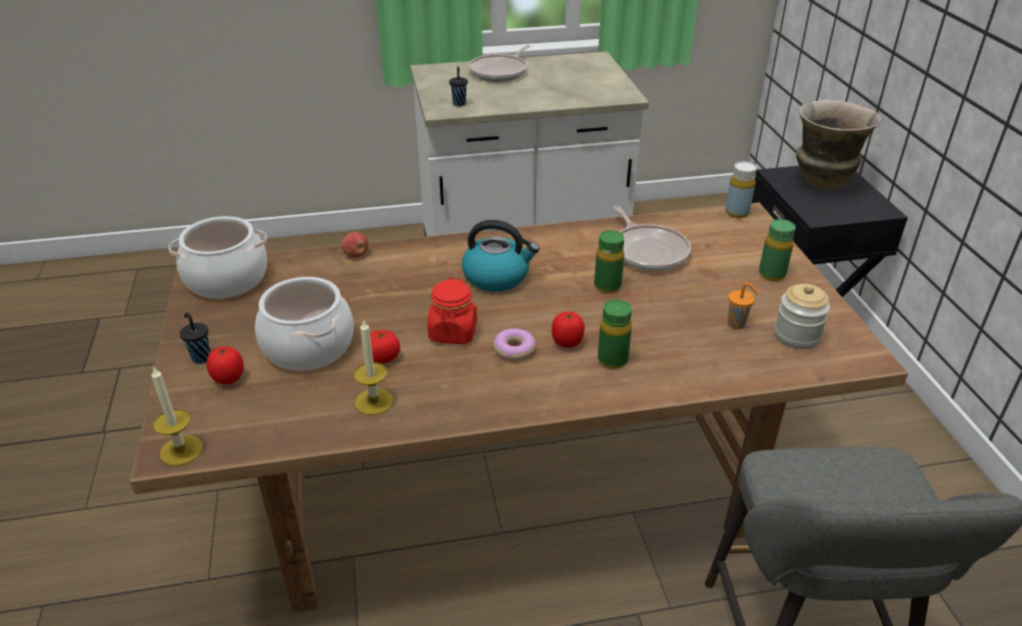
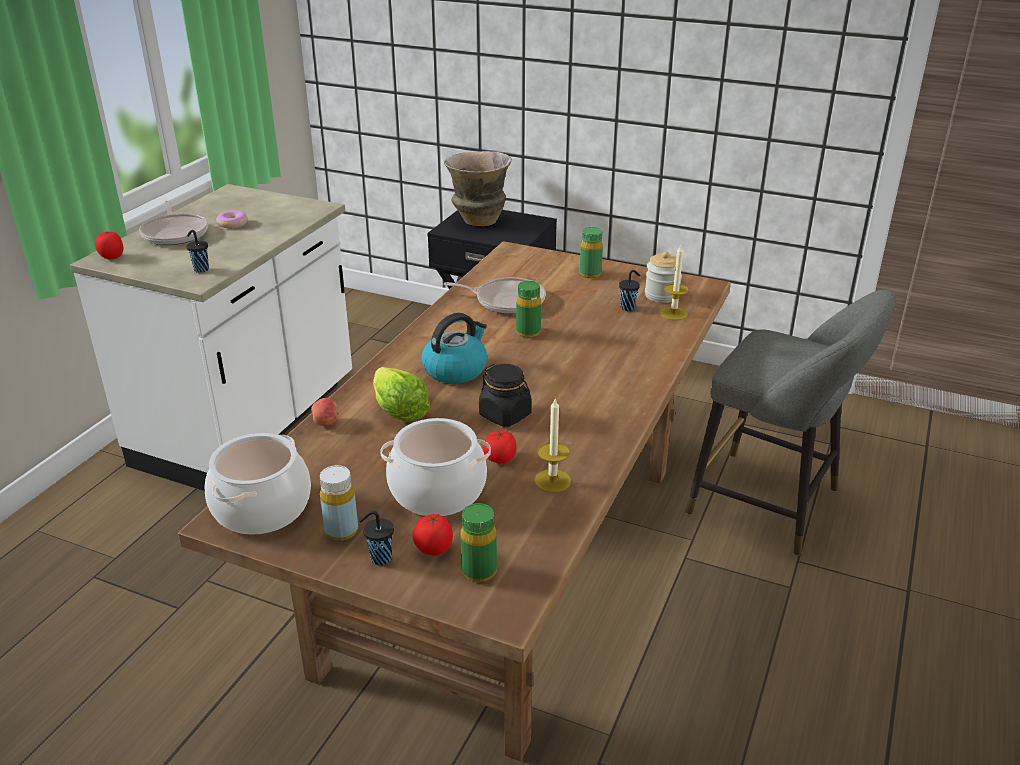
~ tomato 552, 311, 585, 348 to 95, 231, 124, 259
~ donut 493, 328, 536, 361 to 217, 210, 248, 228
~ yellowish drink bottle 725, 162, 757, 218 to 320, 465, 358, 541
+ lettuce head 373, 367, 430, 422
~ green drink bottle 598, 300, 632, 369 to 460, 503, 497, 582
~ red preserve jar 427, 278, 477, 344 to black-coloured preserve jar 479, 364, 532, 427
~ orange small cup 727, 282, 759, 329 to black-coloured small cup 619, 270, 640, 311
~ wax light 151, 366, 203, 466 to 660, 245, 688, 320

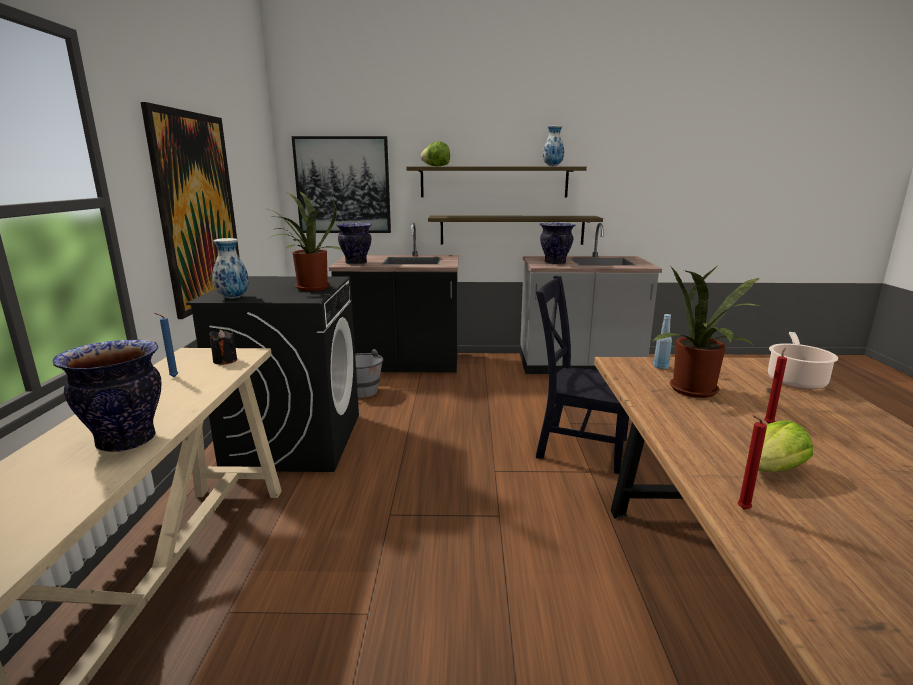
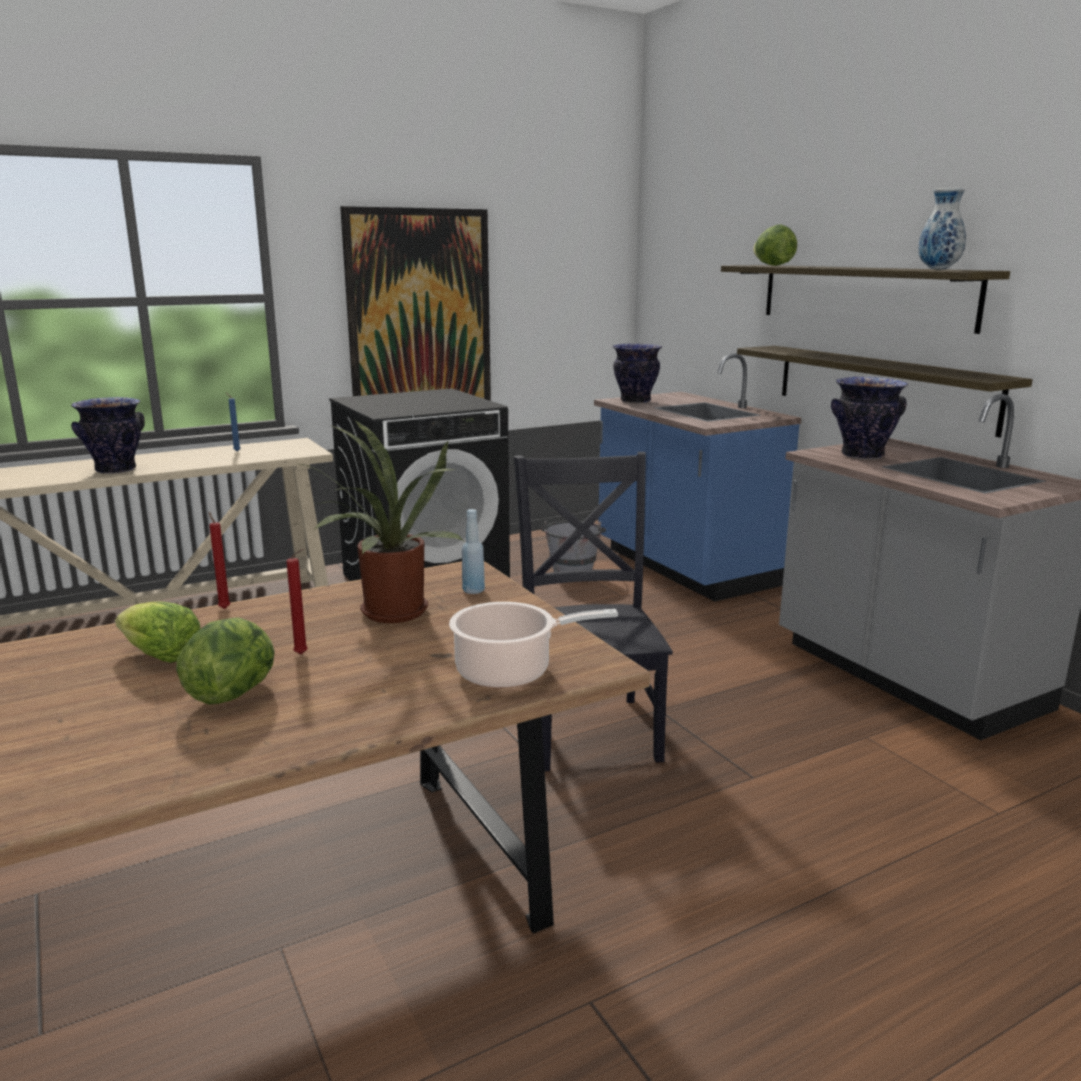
+ lettuce head 176, 617, 275, 705
~ red wax light 738, 415, 767, 510 to 209, 512, 231, 609
~ black-coloured counter 329, 222, 459, 373 to blue counter 594, 353, 802, 602
- black-coloured wax light 209, 330, 237, 365
- decorative vase 212, 238, 249, 299
- plant in a pot 270, 191, 342, 291
- wall art 292, 136, 391, 233

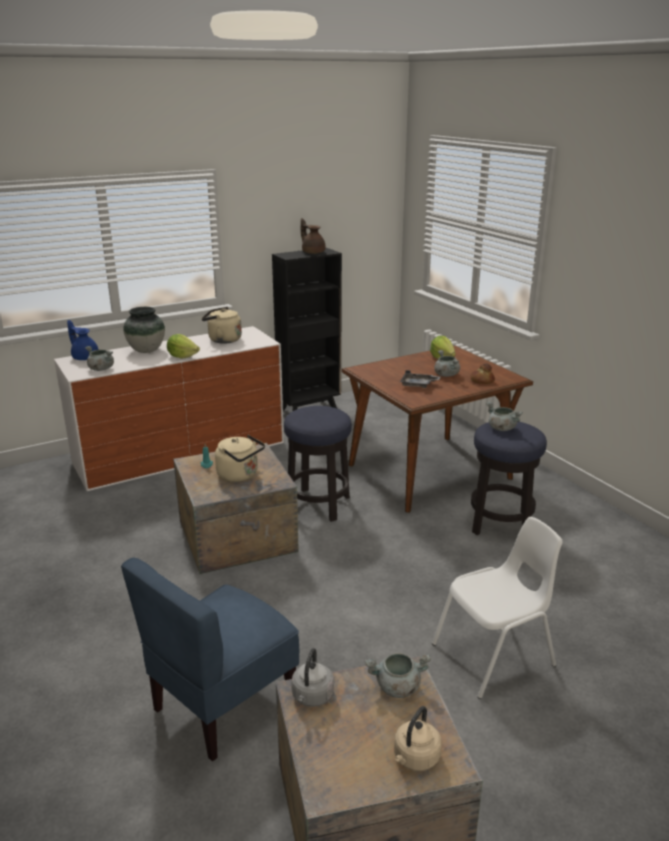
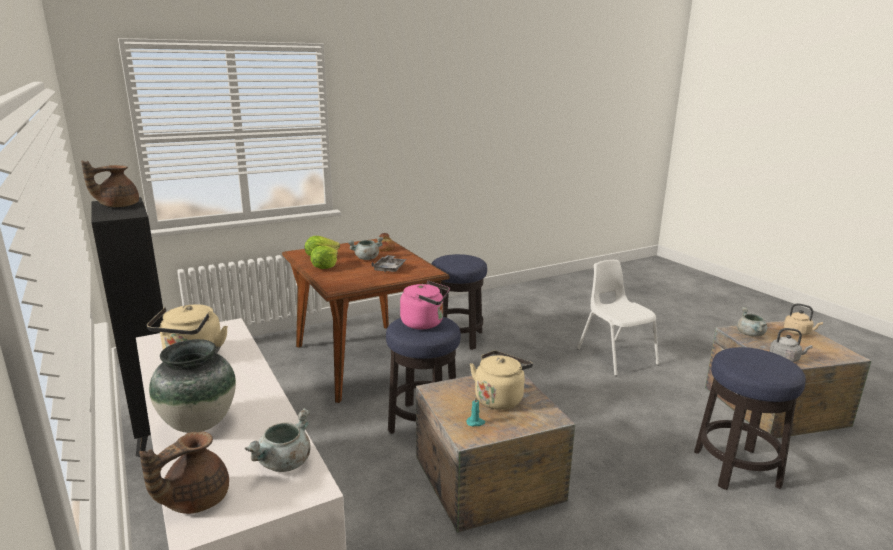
~ blue tea pot 67, 320, 99, 360 to brown tea pot 139, 431, 229, 514
~ lettuce head 167, 334, 200, 358 to 311, 245, 338, 269
+ pink water kettle 400, 281, 450, 330
~ blue plain chair 121, 558, 299, 762 to sitting stool 694, 347, 806, 490
- grey stockpot 486, 402, 523, 431

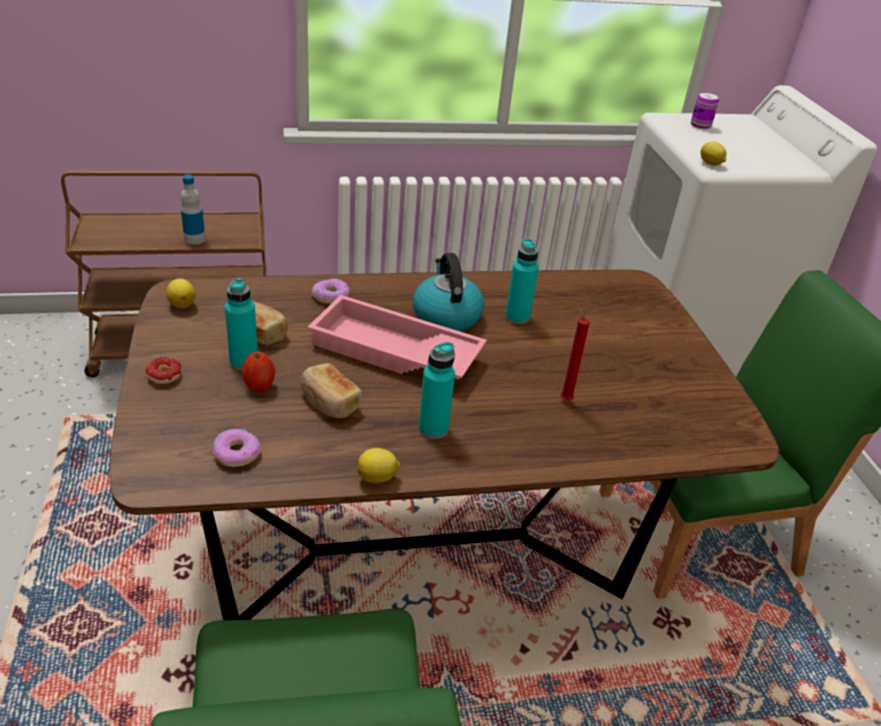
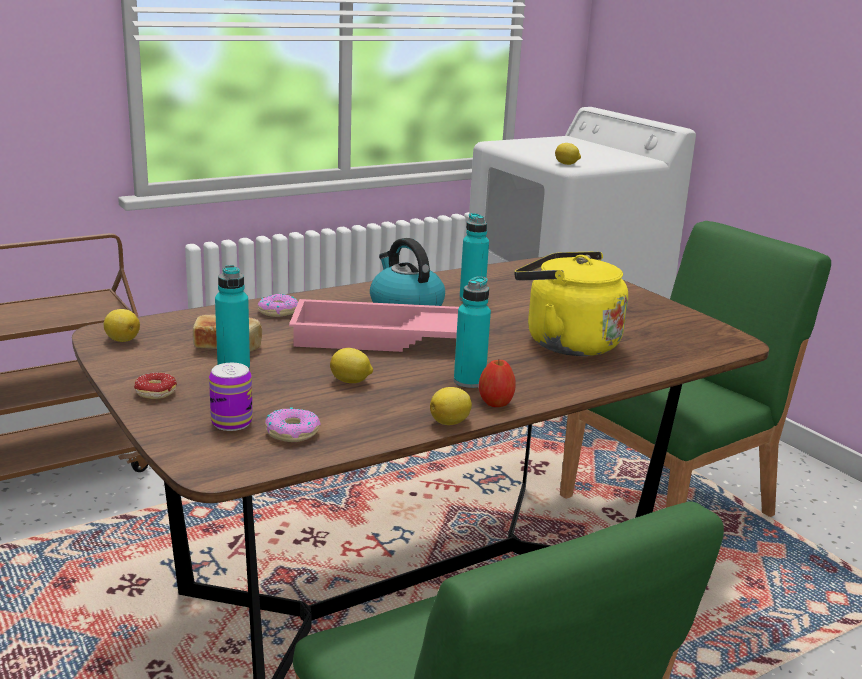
~ sealed can 691, 93, 719, 129 to 209, 363, 253, 431
~ bakery bread 300, 363, 362, 419 to citrus fruit 330, 348, 373, 383
~ apple fruit 242, 352, 275, 392 to 479, 360, 516, 407
~ red wax light 561, 306, 590, 400 to yellowish water kettle 514, 252, 628, 356
- drink bottle 180, 174, 205, 245

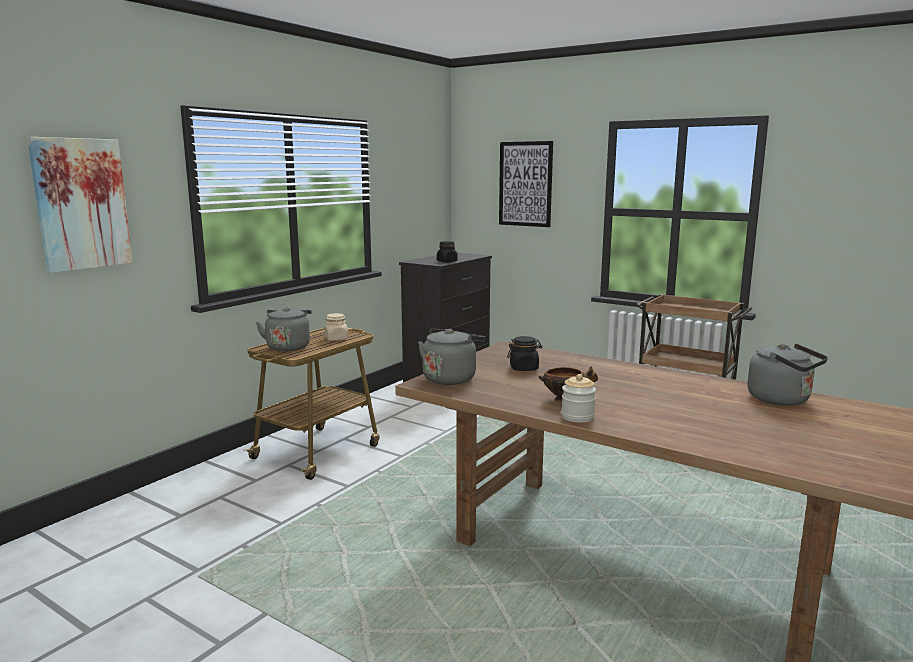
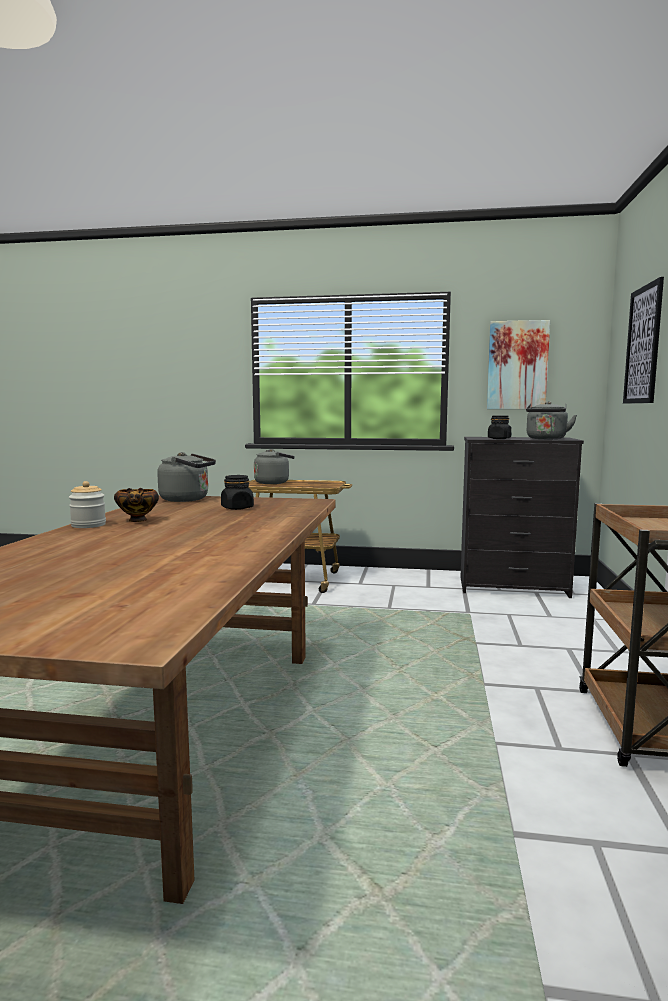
~ wall art 27, 137, 133, 273 to 487, 320, 550, 409
~ grey water kettle 747, 344, 828, 406 to 526, 401, 577, 439
- beige-coloured preserve jar 324, 313, 349, 341

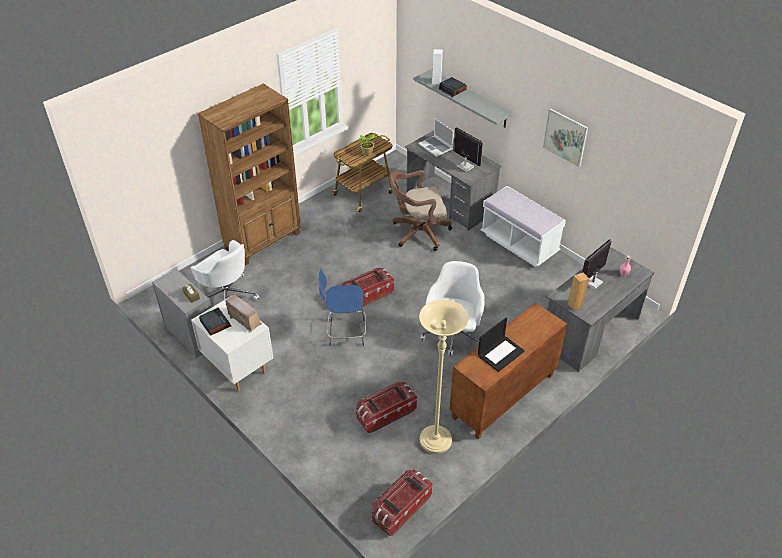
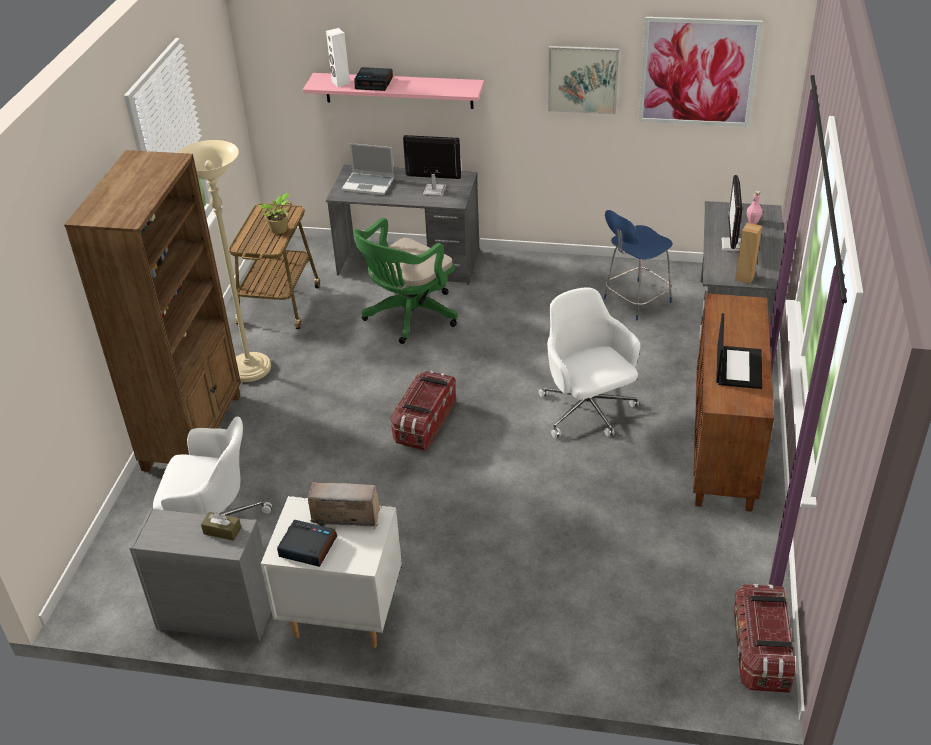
~ beige-coloured standing lamp 419, 300, 469, 454 to 177, 140, 271, 382
~ grey wall shelf 413, 69, 513, 127 to pink wall shelf 303, 73, 484, 109
~ brown desk chair 389, 170, 452, 251 to green desk chair 353, 218, 458, 344
~ blue plain chair 319, 269, 366, 346 to 604, 210, 673, 321
+ wall art 639, 17, 763, 127
- storage box 356, 381, 417, 433
- white bench 481, 186, 566, 267

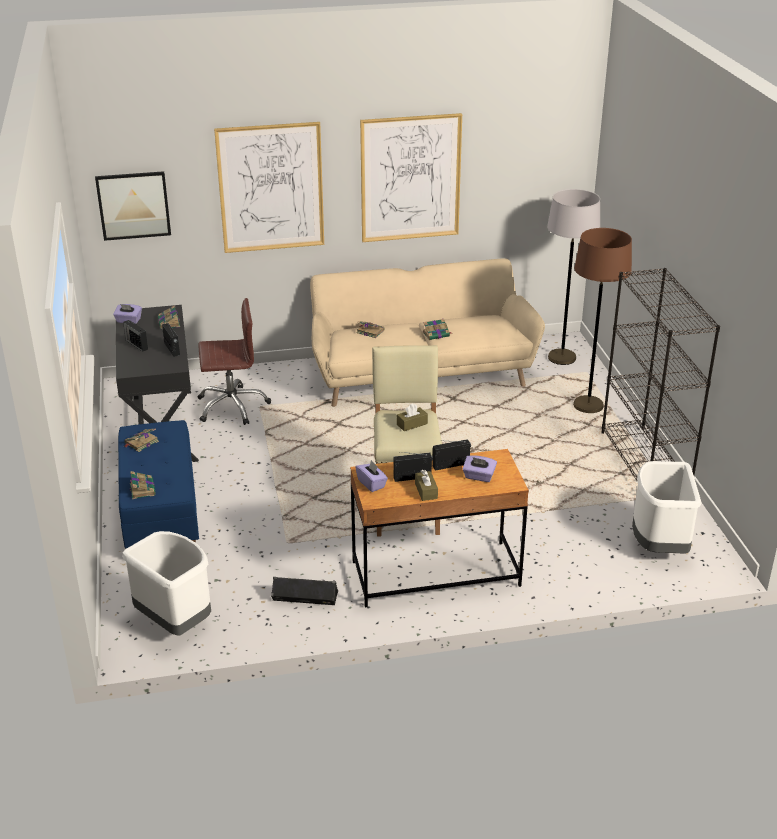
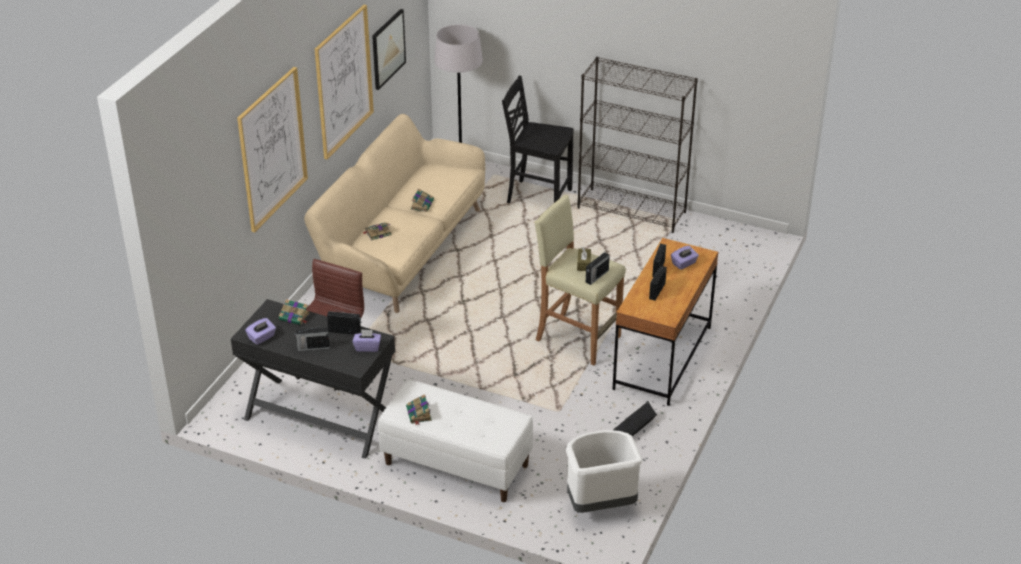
~ purple tissue box 355, 460, 388, 492 to 353, 329, 381, 352
~ wall art 95, 171, 171, 241 to 372, 9, 406, 90
~ blue bench 118, 420, 199, 548 to white bench 378, 380, 533, 502
~ brown standing lamp 573, 228, 632, 413 to black-coloured plain chair 502, 76, 574, 203
+ radio 586, 252, 610, 285
- book 130, 471, 156, 499
- brown tissue box 415, 470, 438, 501
- white rubbish bin 632, 461, 701, 554

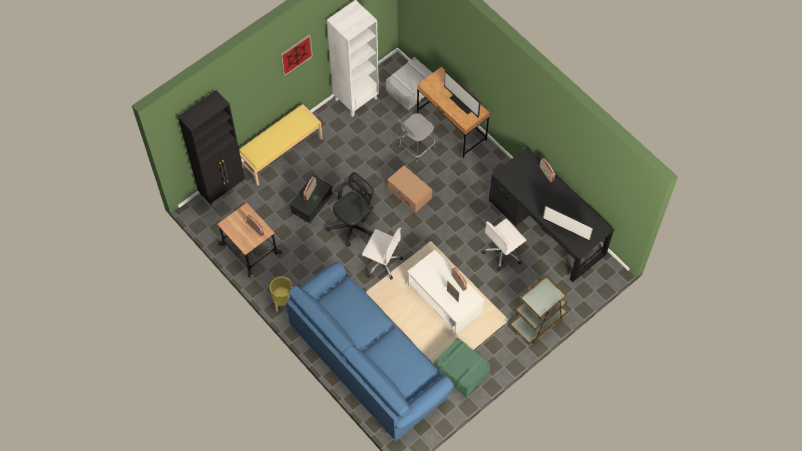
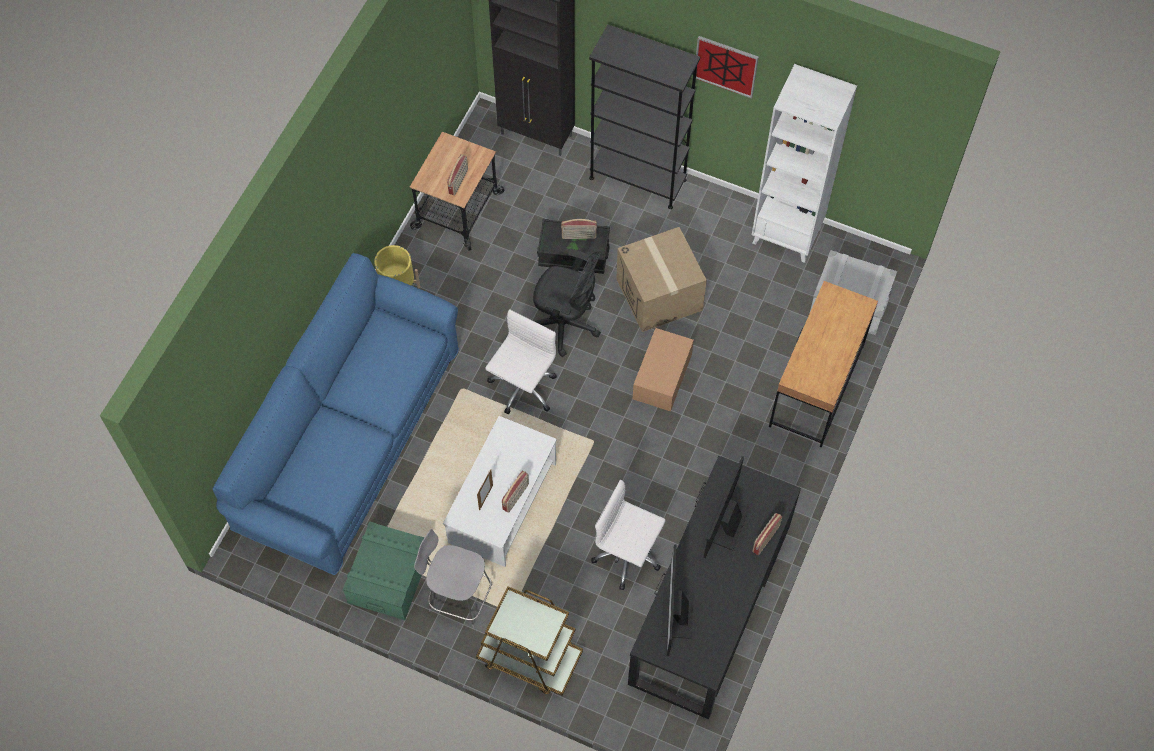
~ grey sitting stool 397, 113, 435, 162 to 414, 529, 492, 628
~ white desk chair 362, 228, 403, 280 = 485, 309, 557, 414 150 degrees counterclockwise
~ yellowish bench 239, 105, 323, 186 to black-coloured bookshelf 589, 24, 700, 209
+ cardboard box 616, 227, 707, 332
~ monitor 444, 71, 481, 117 to 703, 456, 751, 558

